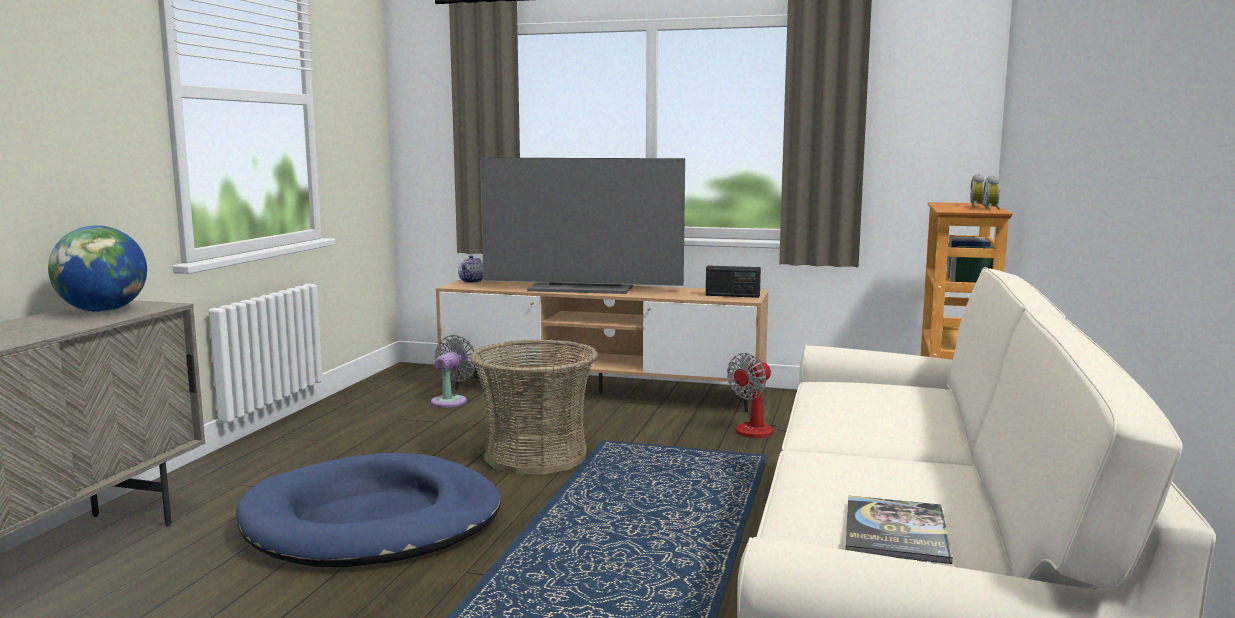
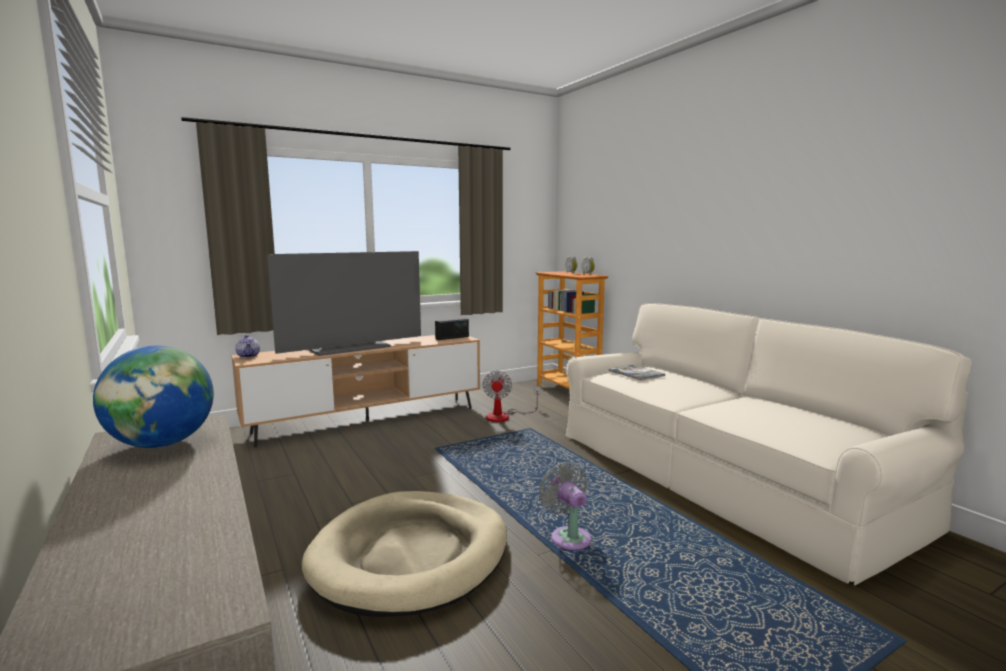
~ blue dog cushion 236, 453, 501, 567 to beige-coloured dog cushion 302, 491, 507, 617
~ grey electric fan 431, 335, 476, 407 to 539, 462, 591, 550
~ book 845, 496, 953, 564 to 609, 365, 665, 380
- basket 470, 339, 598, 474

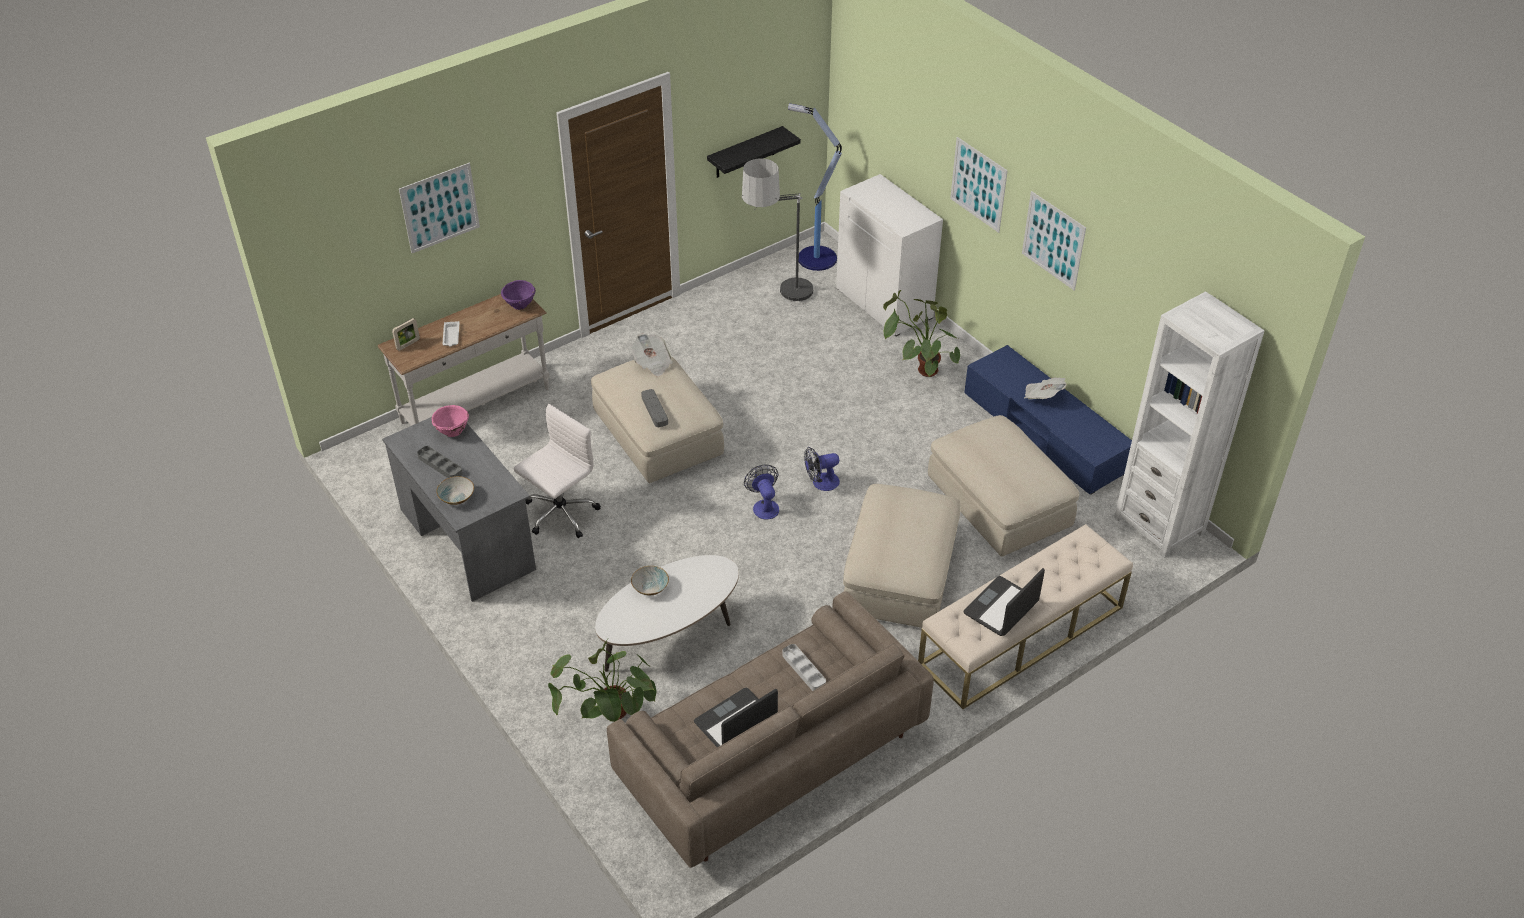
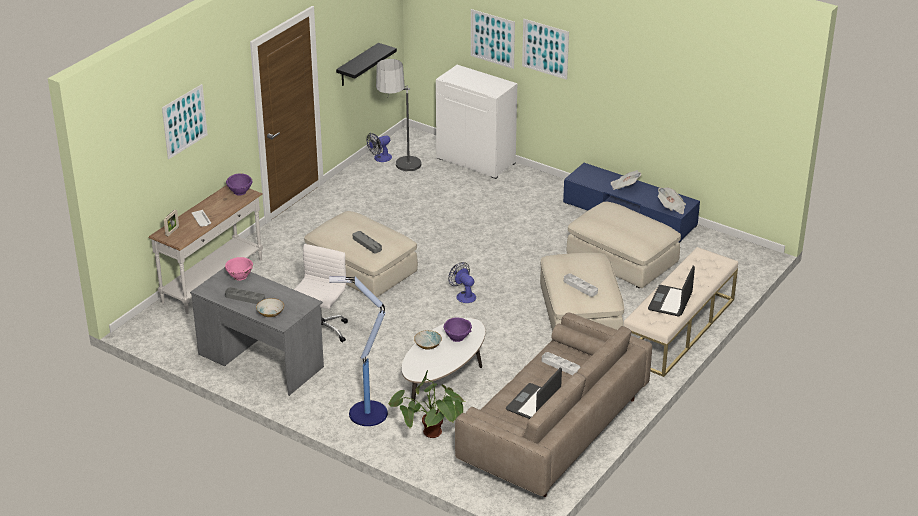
~ standing lamp 788, 103, 842, 271 to 329, 277, 388, 426
~ electric fan 804, 447, 840, 491 to 367, 133, 392, 162
+ purple bowl 443, 317, 472, 342
~ wall art 1022, 191, 1086, 290 to 471, 9, 515, 69
+ grey tray 564, 274, 598, 297
~ printed paper 631, 333, 673, 376 to 658, 187, 686, 214
- plant in a pot 883, 290, 960, 377
- white bookshelf 1114, 291, 1265, 559

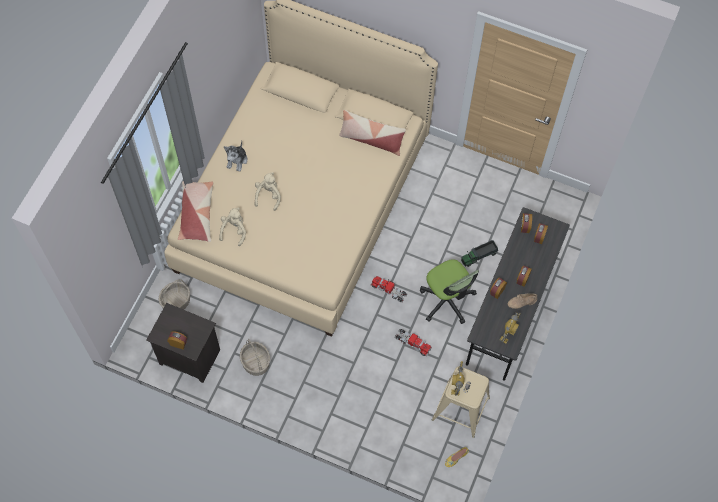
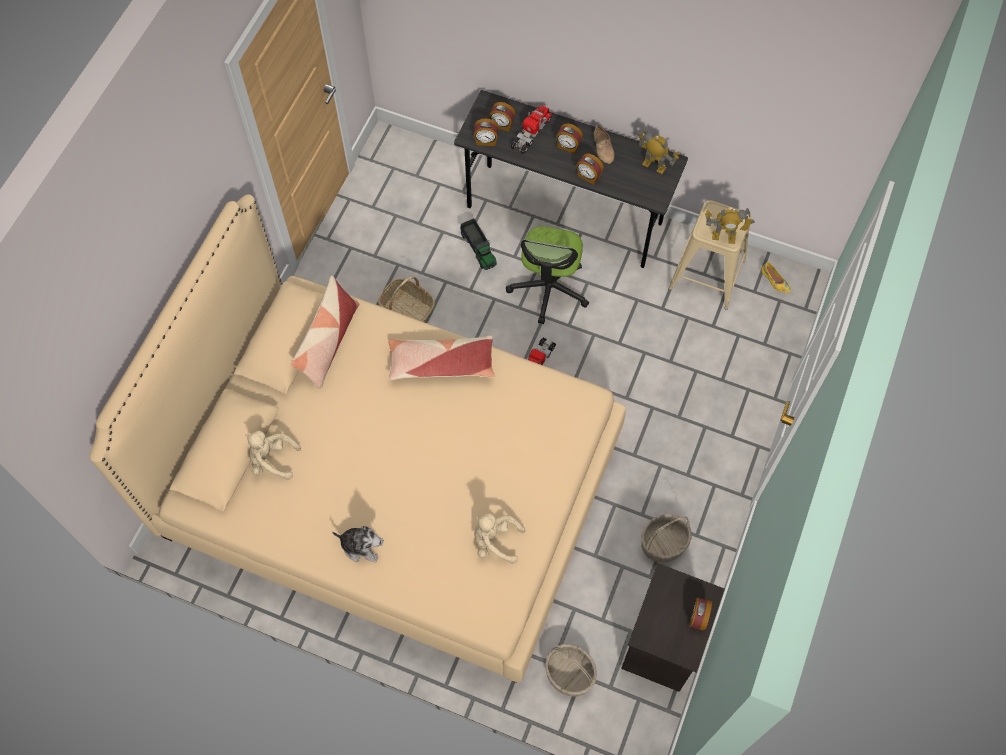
~ beige-coloured soft toy 254, 172, 281, 211 to 245, 431, 301, 480
+ basket 378, 276, 435, 322
~ throw pillow 178, 180, 213, 242 to 388, 336, 495, 380
~ desk chair 420, 259, 479, 324 = 506, 226, 589, 324 135 degrees clockwise
~ toy lorry 395, 329, 432, 356 to 511, 105, 552, 155

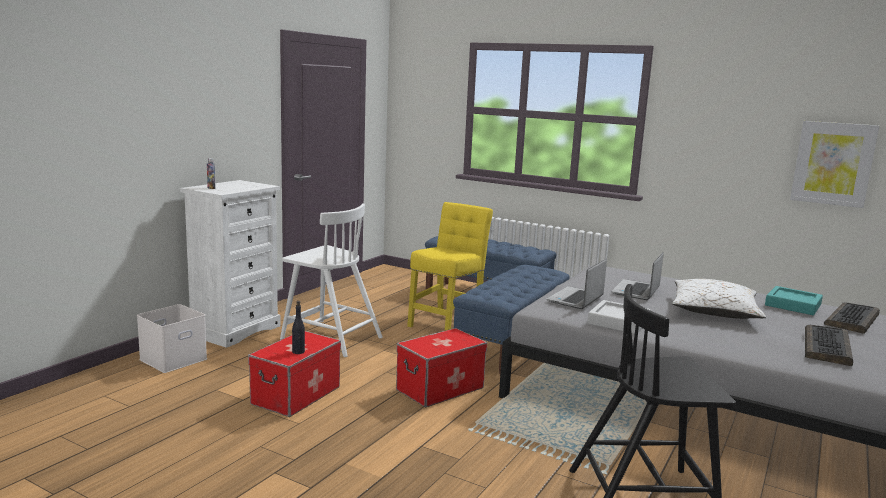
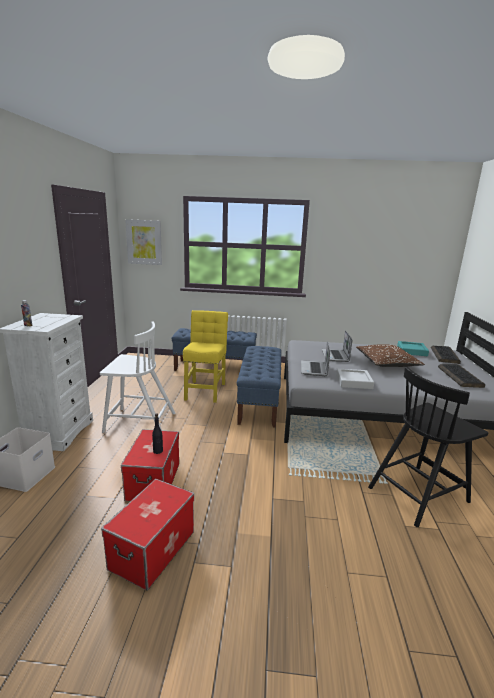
~ storage box 396, 328, 487, 407 to 101, 479, 194, 591
~ wall art 790, 121, 879, 208 to 125, 219, 162, 265
~ white throw pillow 672, 279, 766, 319 to brown throw pillow 356, 344, 425, 367

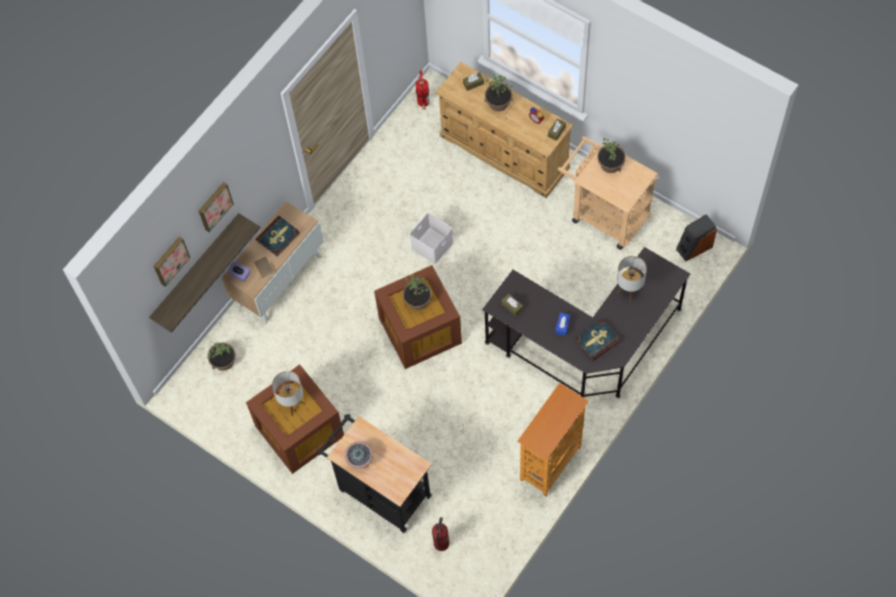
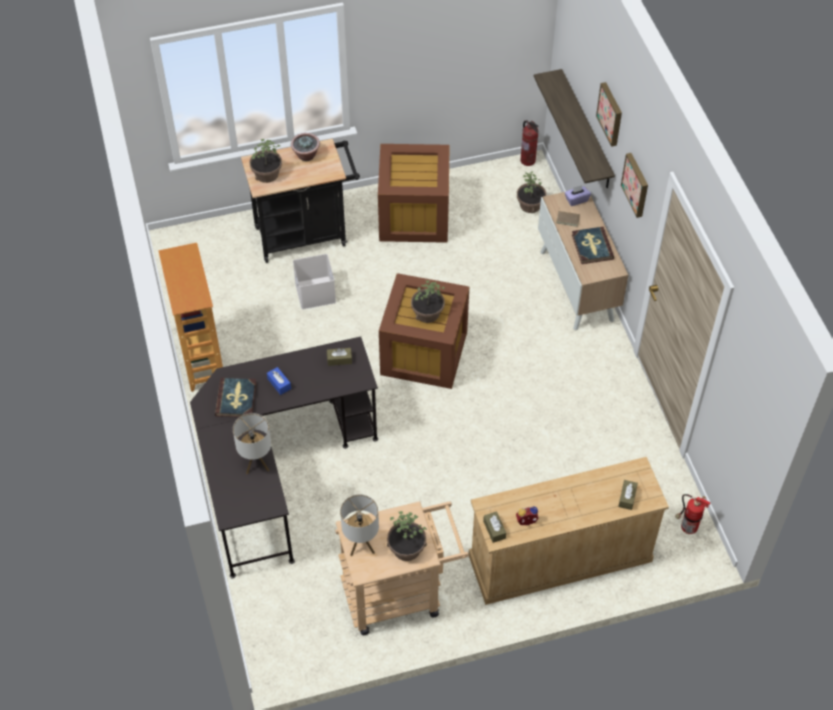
~ plant in a pot 485, 75, 513, 111 to 249, 139, 282, 183
~ white storage box 410, 213, 453, 264 to 293, 254, 336, 309
~ tabletop lamp 272, 371, 305, 416 to 340, 494, 379, 556
~ fire-fighting cylinder 432, 517, 449, 551 to 520, 120, 539, 166
~ wall art 154, 237, 190, 287 to 621, 153, 648, 218
- audio speaker 676, 214, 717, 262

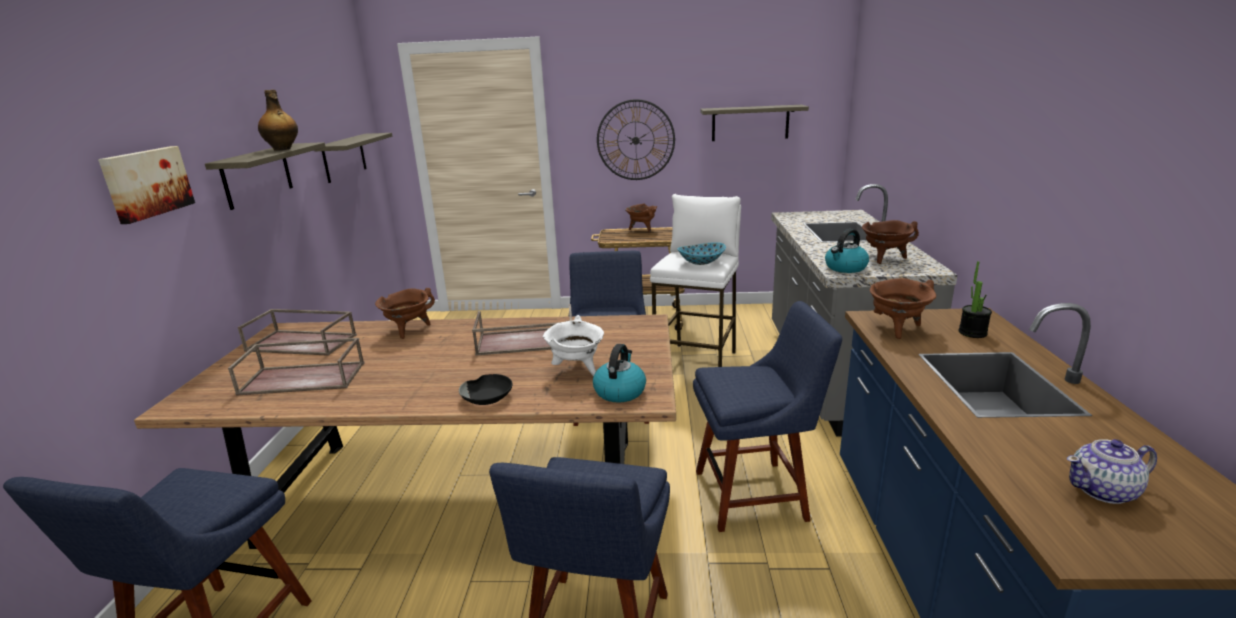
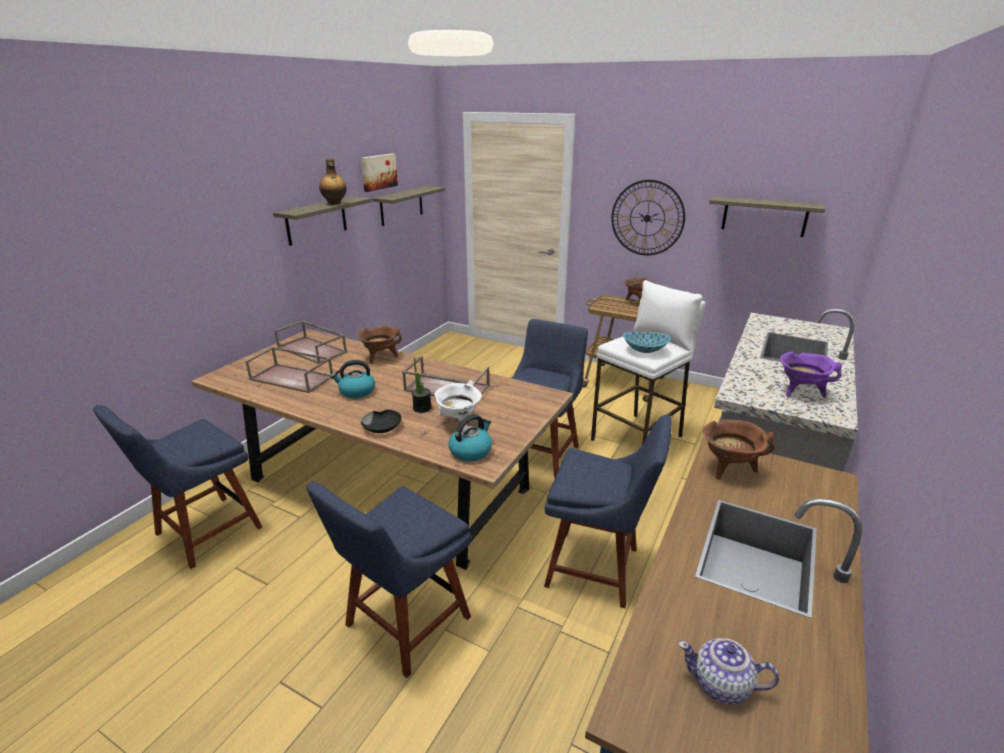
~ water kettle 825, 229, 869, 273 to 331, 360, 375, 398
~ wall art 98, 146, 195, 224 to 361, 153, 398, 192
~ plant in a pot 959, 261, 992, 338 to 412, 358, 432, 413
~ brown stockpot 862, 220, 919, 264 to purple stockpot 780, 351, 842, 398

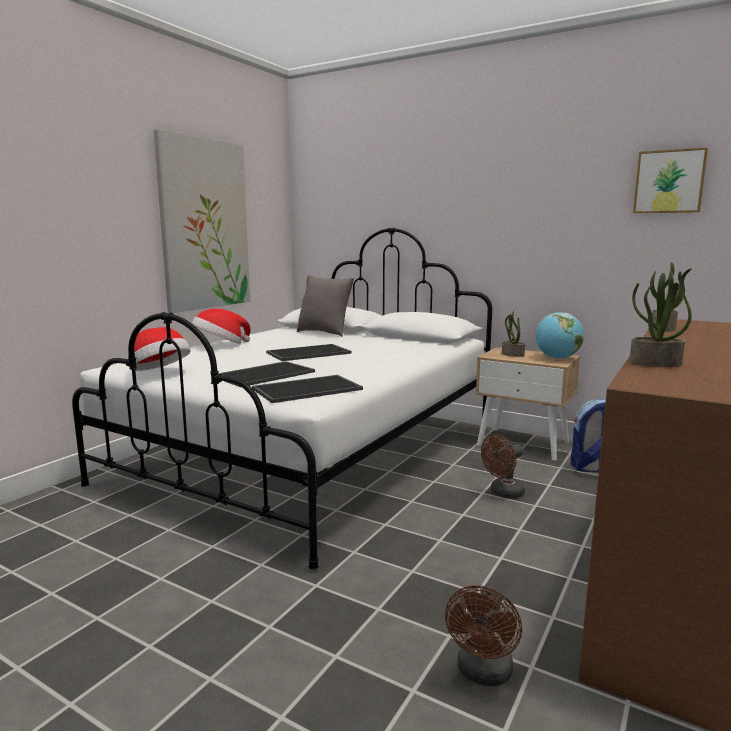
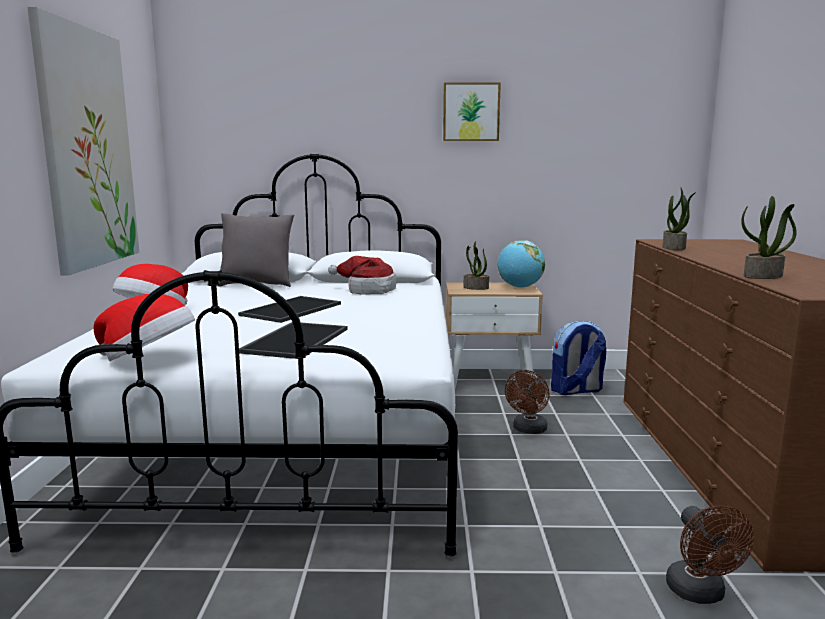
+ wearable hat 328, 256, 396, 295
~ wall art 633, 147, 708, 213 to 443, 82, 501, 141
- tray 252, 375, 363, 403

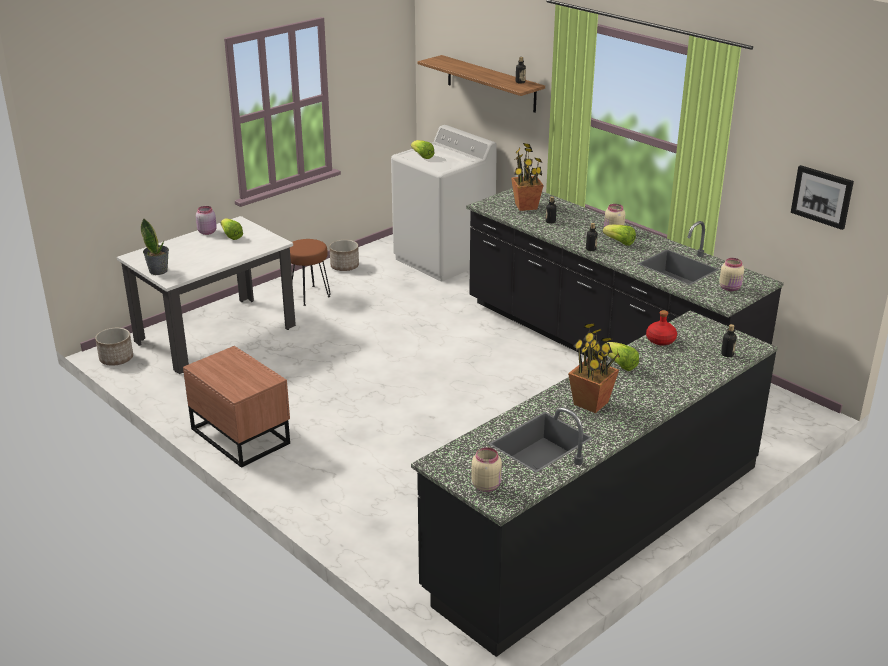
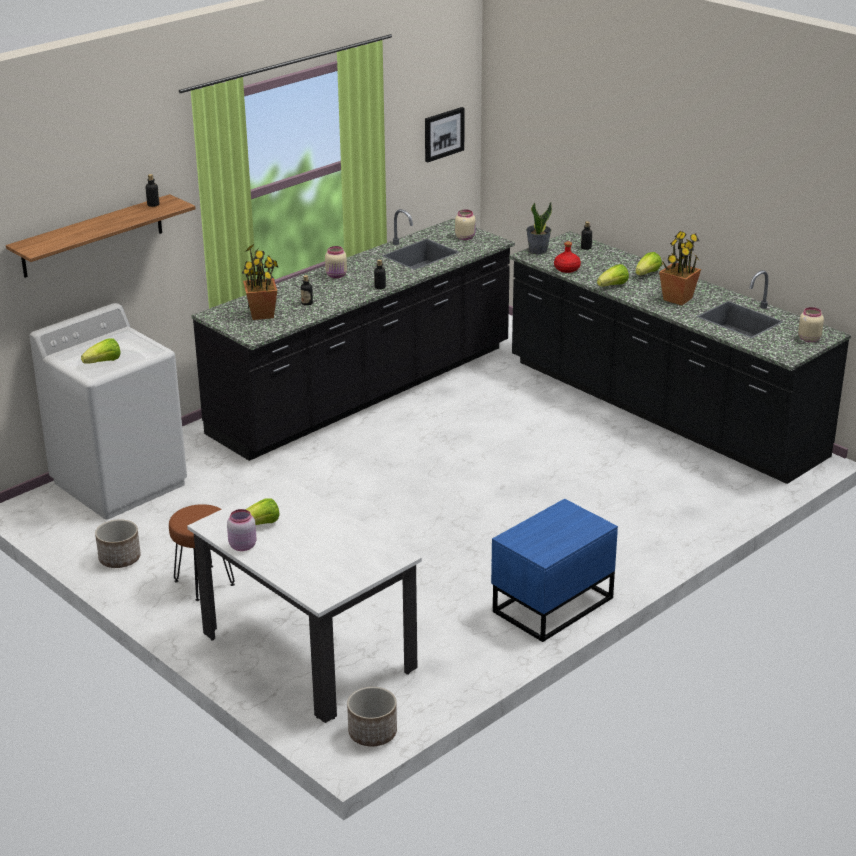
~ brown night table 183, 346, 290, 468 to blue night table 491, 499, 618, 642
~ plant in a pot 141, 218, 169, 275 to 526, 202, 552, 255
~ lettuce head 603, 224, 636, 246 to 635, 252, 662, 275

